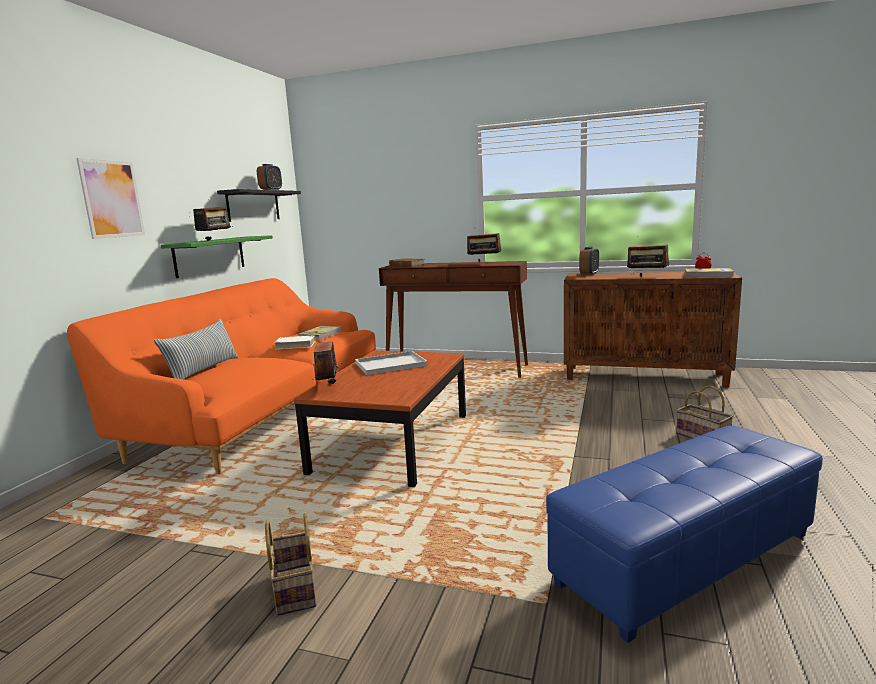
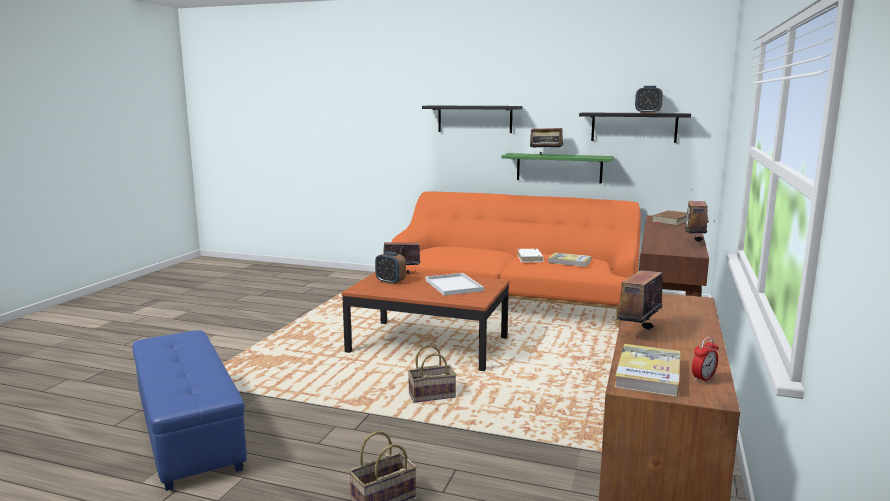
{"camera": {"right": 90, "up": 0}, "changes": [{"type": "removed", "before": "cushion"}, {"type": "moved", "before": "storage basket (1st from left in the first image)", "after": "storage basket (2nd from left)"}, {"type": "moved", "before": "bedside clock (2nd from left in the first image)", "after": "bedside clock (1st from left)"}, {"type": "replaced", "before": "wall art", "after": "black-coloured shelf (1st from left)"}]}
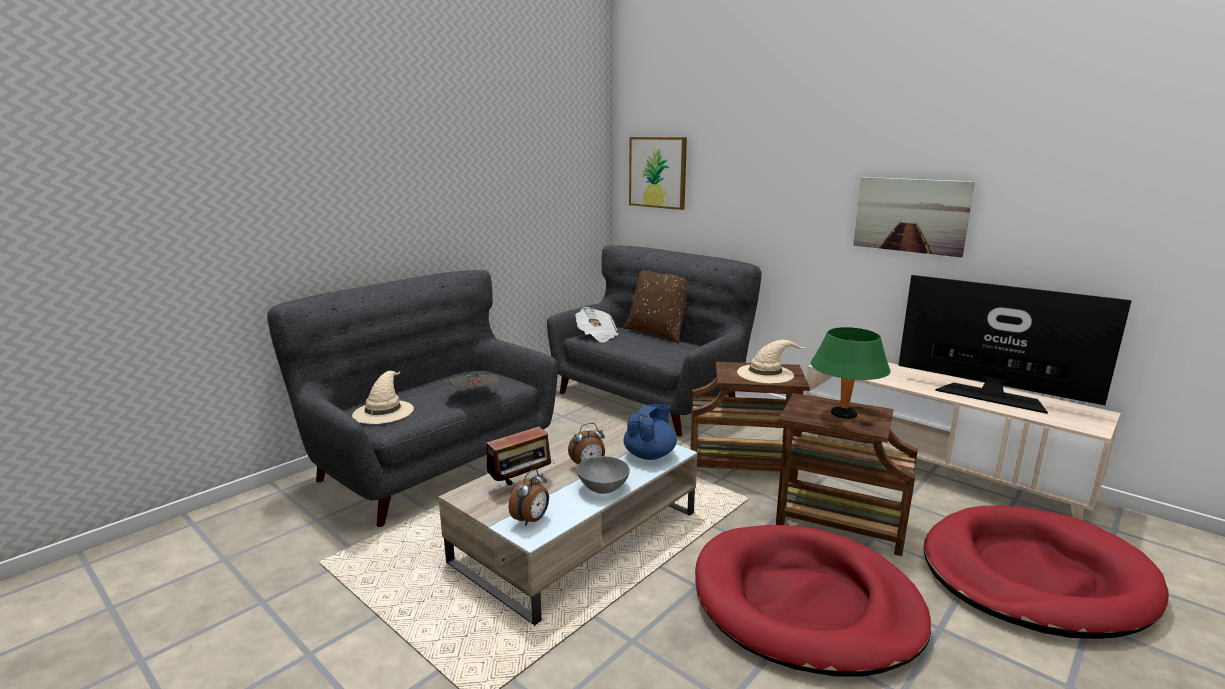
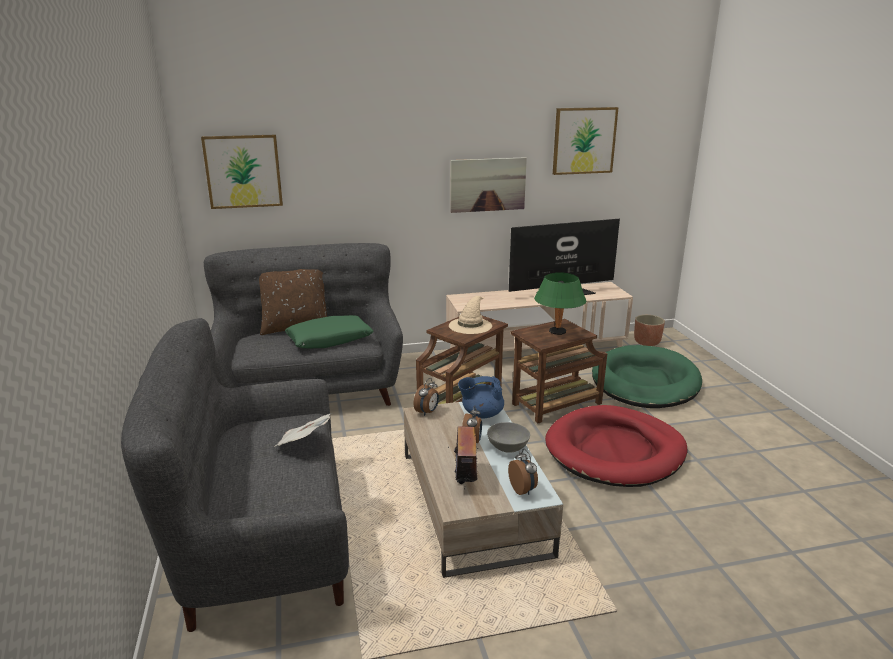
{"camera": {"right": -55, "up": 5}, "changes": [{"type": "removed", "before": "sand-coloured hat (1st from left)"}, {"type": "removed", "before": "newspaper (2nd from left)"}, {"type": "added", "after": "green cushion"}, {"type": "added", "after": "bedside clock (1st from left)"}, {"type": "added", "after": "wall art (3rd from left)"}, {"type": "added", "after": "flower pot"}, {"type": "recoloured", "before": "red-coloured dog bed (2nd from left)", "after": "green dog bed"}, {"type": "turned", "before": "blue-coloured tea pot", "turn": -75}]}
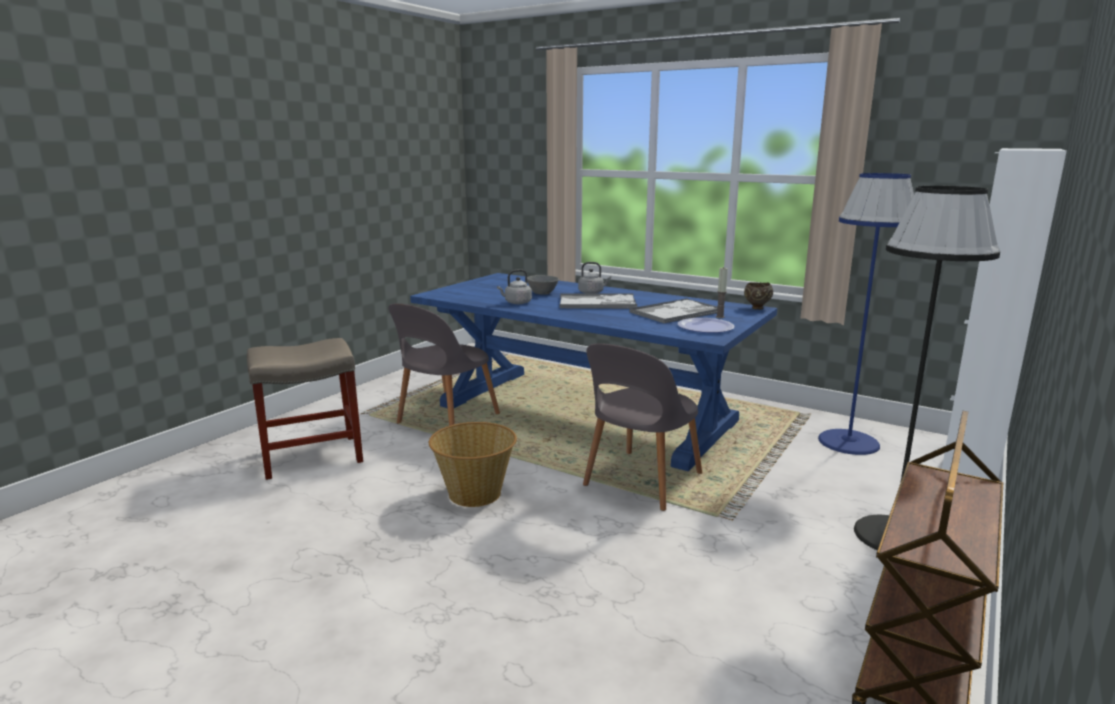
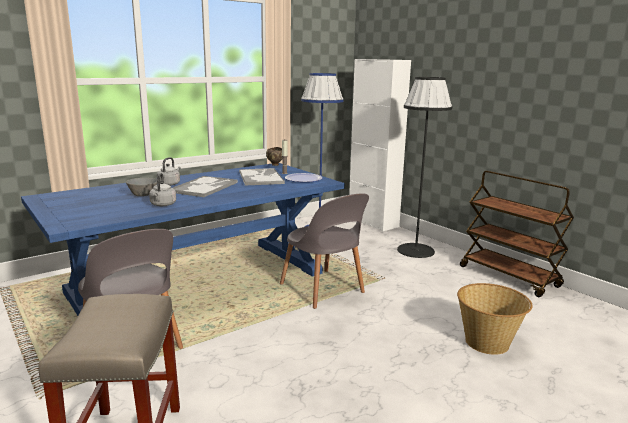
{"camera": {"right": -70, "up": 0}, "changes": [{"type": "moved", "before": "storage basket"}]}
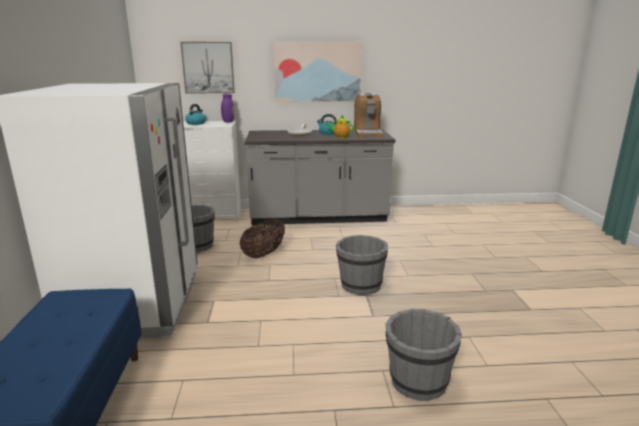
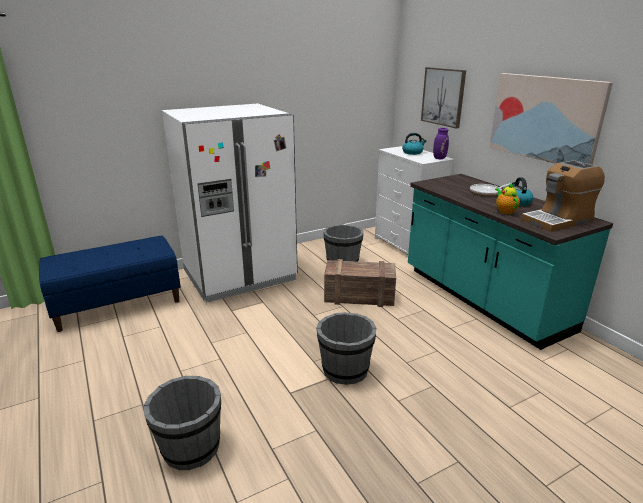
{"camera": {"right": 65, "up": 5}, "changes": [{"type": "replaced", "before": "storage basket", "after": "shipping crate"}, {"type": "recoloured", "before": "gray kitchen base unit", "after": "blue-green kitchen base unit"}]}
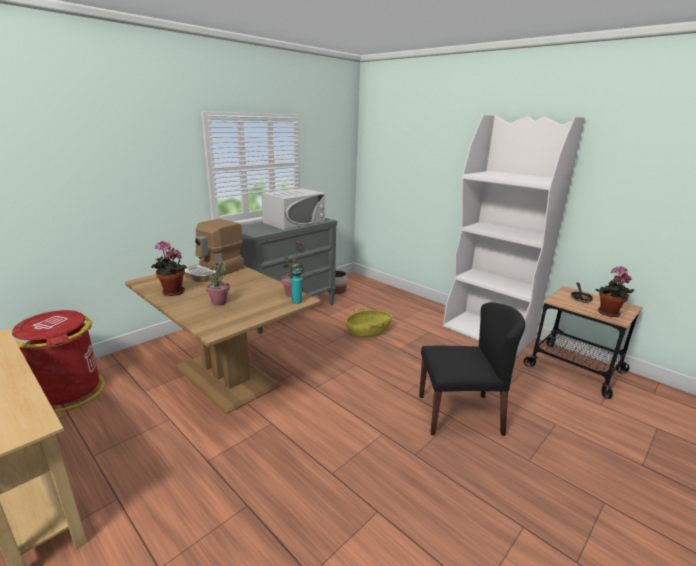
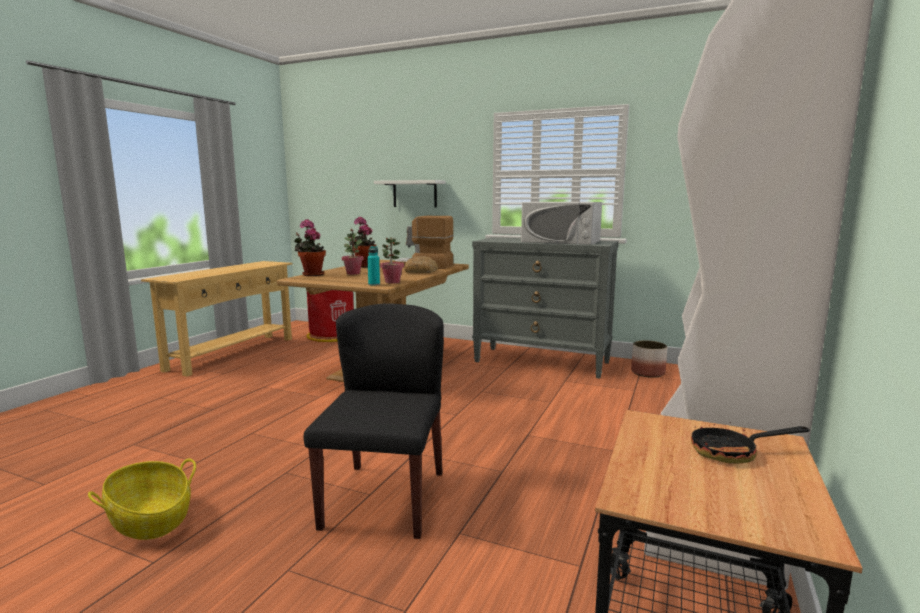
{"camera": {"right": 70, "up": -10}, "changes": [{"type": "added", "after": "white-coloured shelf"}, {"type": "added", "after": "bakery bread"}, {"type": "moved", "before": "storage basket"}, {"type": "moved", "before": "houseplant (4th from left in the first image)", "after": "houseplant (1st from left)"}, {"type": "turned", "before": "black-coloured chair", "turn": -150}]}
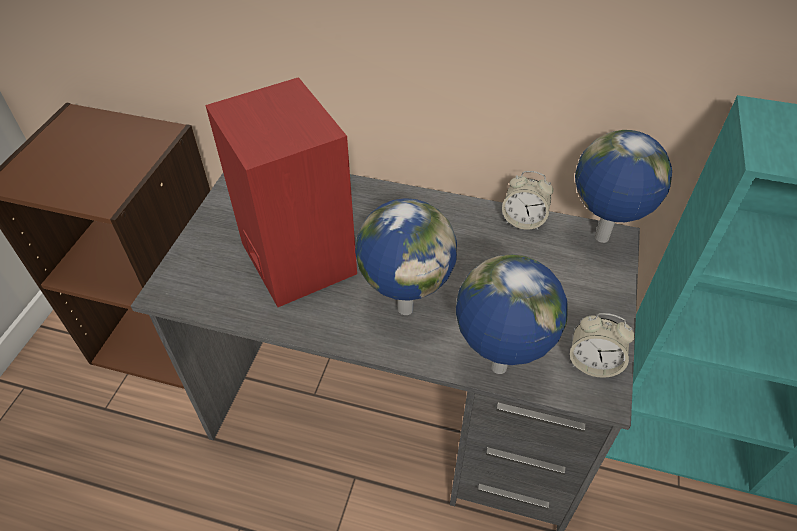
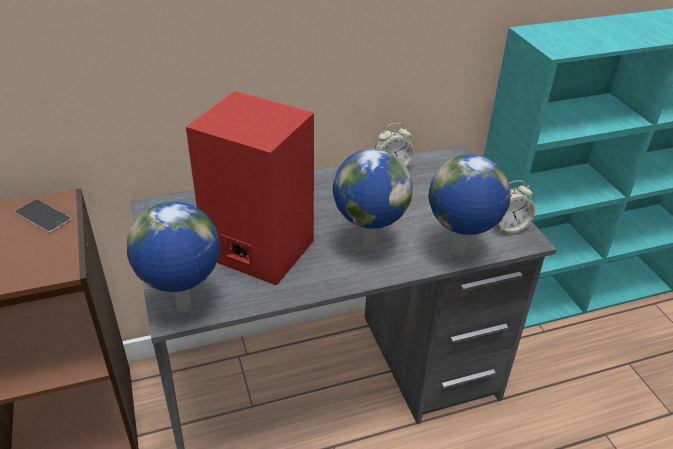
{"camera": {"right": -35, "up": -10}, "changes": [{"type": "added", "after": "handset"}, {"type": "moved", "before": "globe (3rd from left in the first image)", "after": "globe (1st from left)"}]}
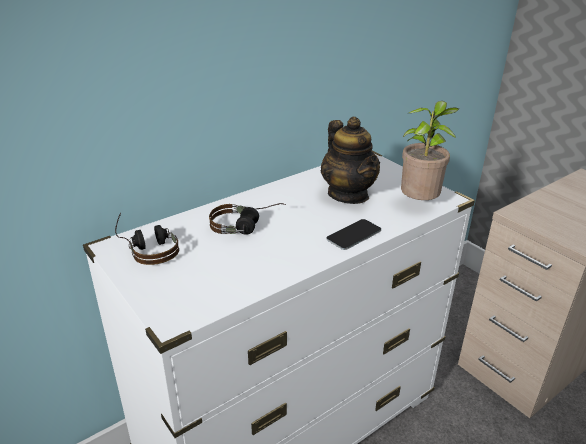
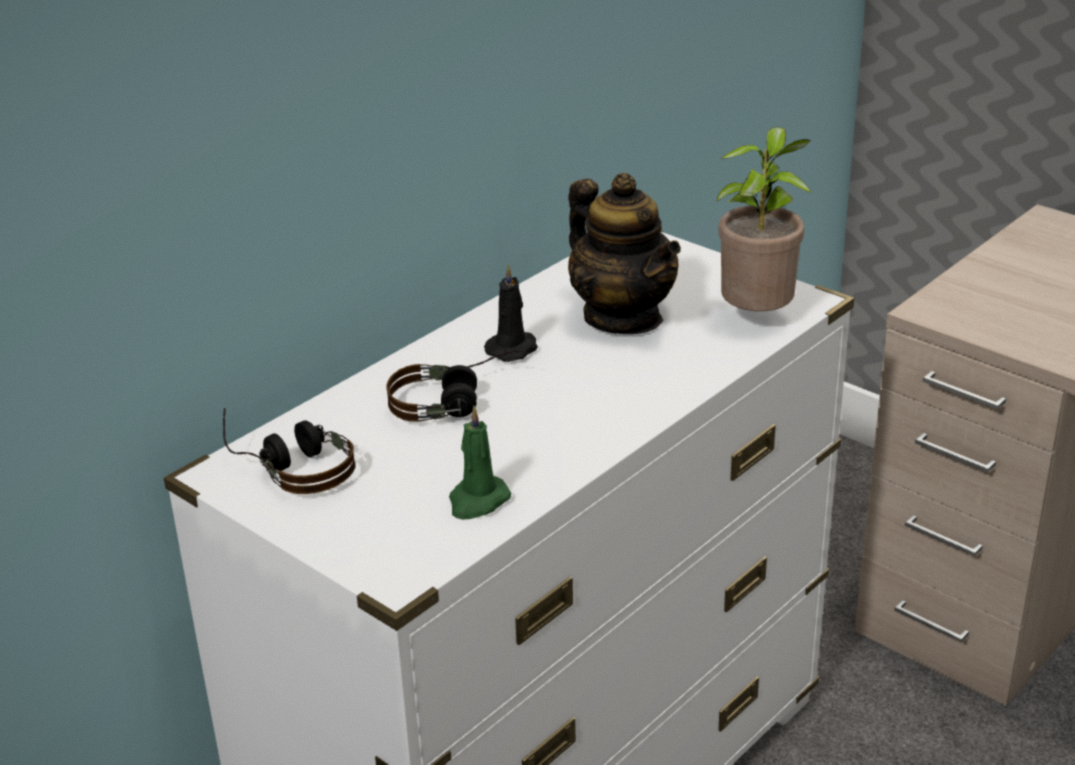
{"camera": {"right": -10, "up": 0}, "changes": [{"type": "removed", "before": "handset"}, {"type": "added", "after": "green wax light"}, {"type": "added", "after": "black-coloured wax light"}]}
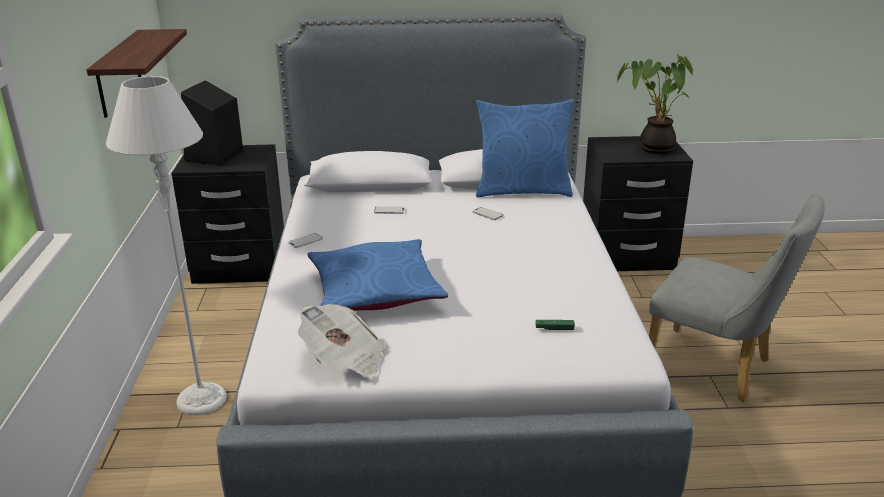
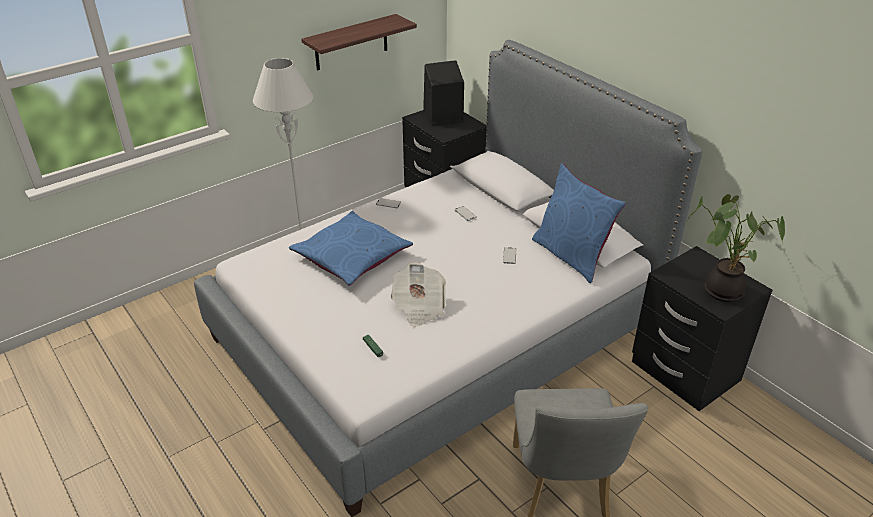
{"camera": {"right": 55, "up": 10}, "changes": [{"type": "moved", "before": "newspaper"}]}
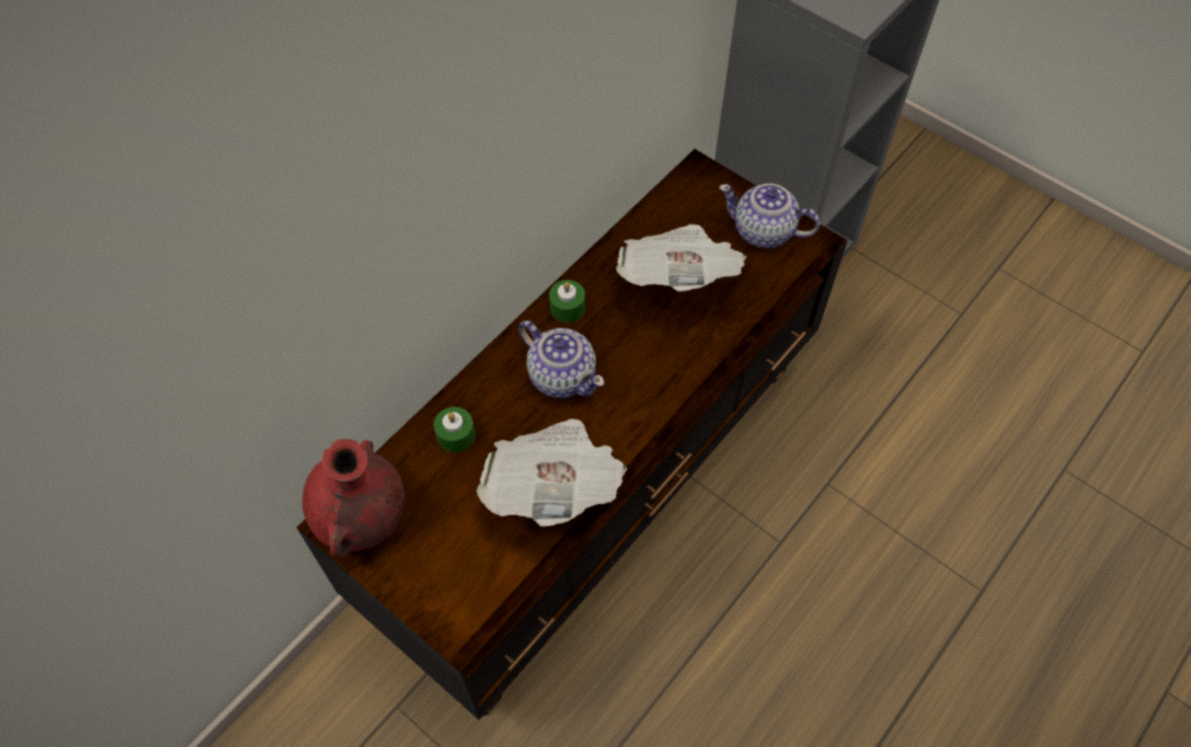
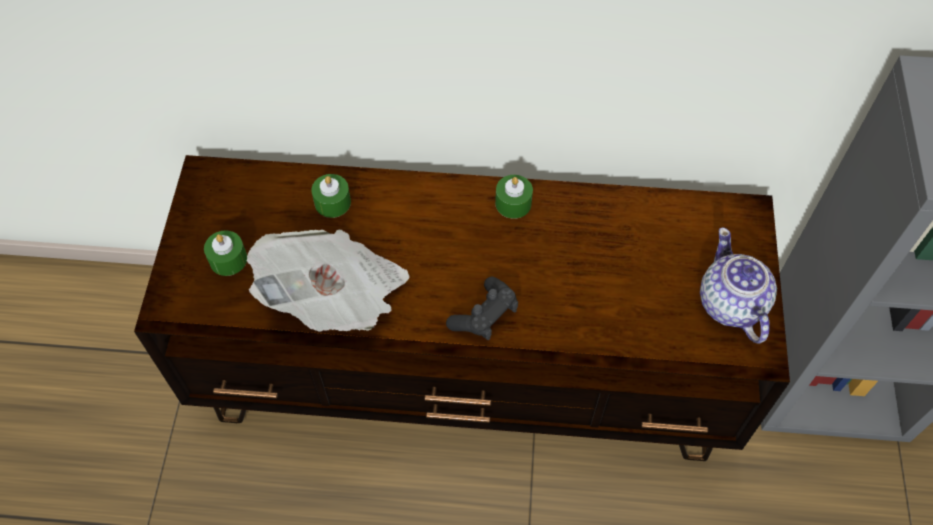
{"camera": {"right": 55, "up": 0}, "changes": [{"type": "removed", "before": "red-coloured decorative vase"}, {"type": "removed", "before": "tea pot (1st from left)"}, {"type": "removed", "before": "newspaper (2nd from left)"}, {"type": "added", "after": "green wax light (1st from left)"}, {"type": "added", "after": "black-coloured gamepad"}]}
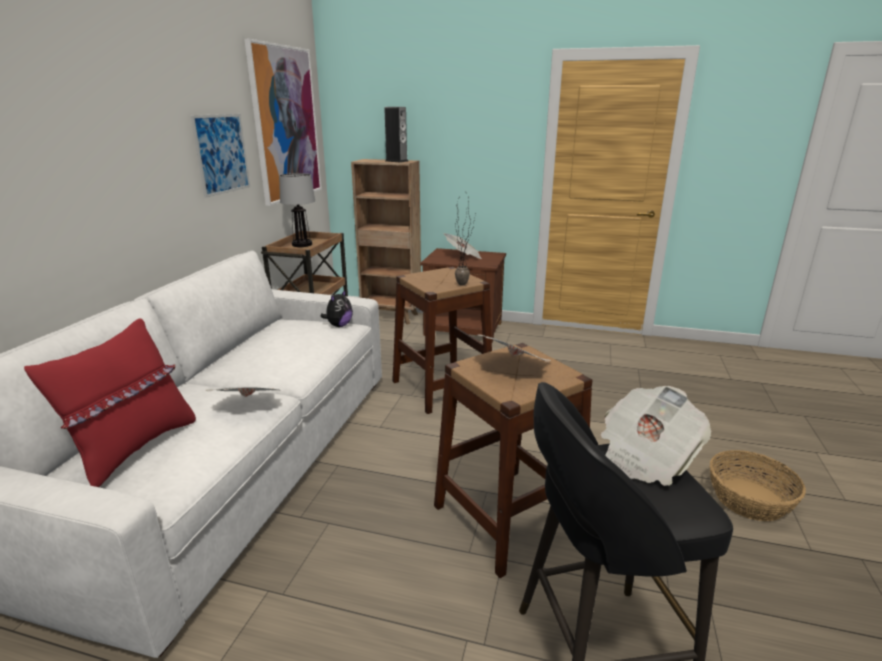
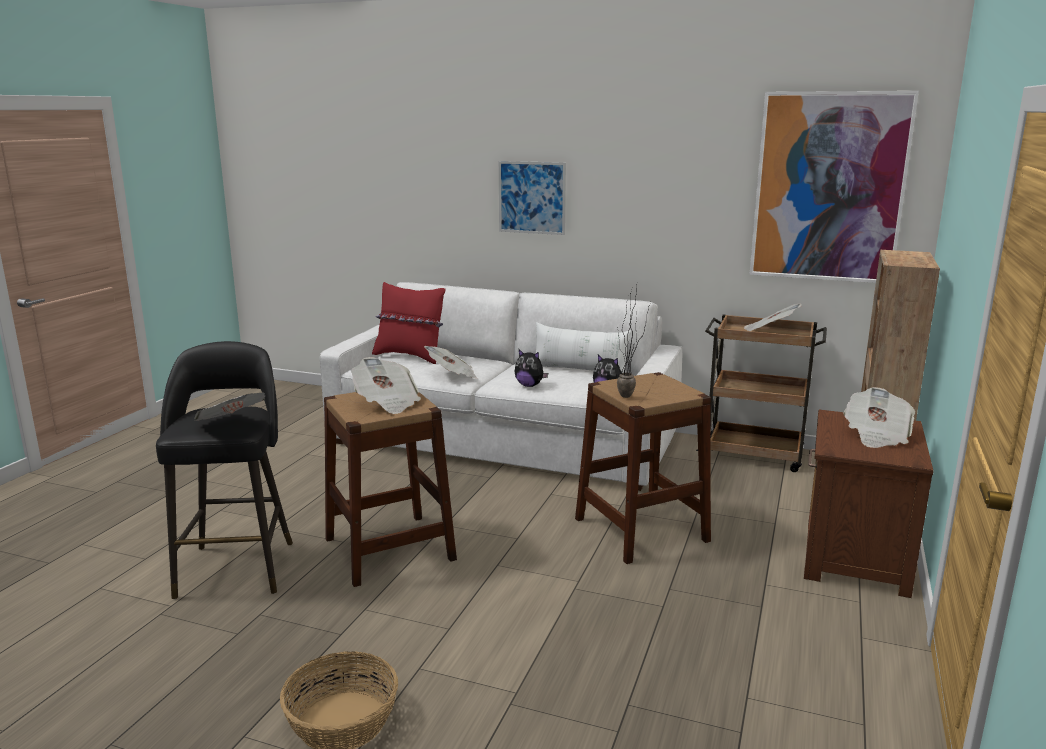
{"camera": {"right": 95, "up": -5}, "changes": [{"type": "removed", "before": "speaker"}, {"type": "added", "after": "cuddly toy (1st from left)"}, {"type": "added", "after": "white-coloured cushion"}, {"type": "moved", "before": "wall art (1st from left)"}, {"type": "replaced", "before": "tabletop lamp", "after": "newspaper (4th from left)"}]}
